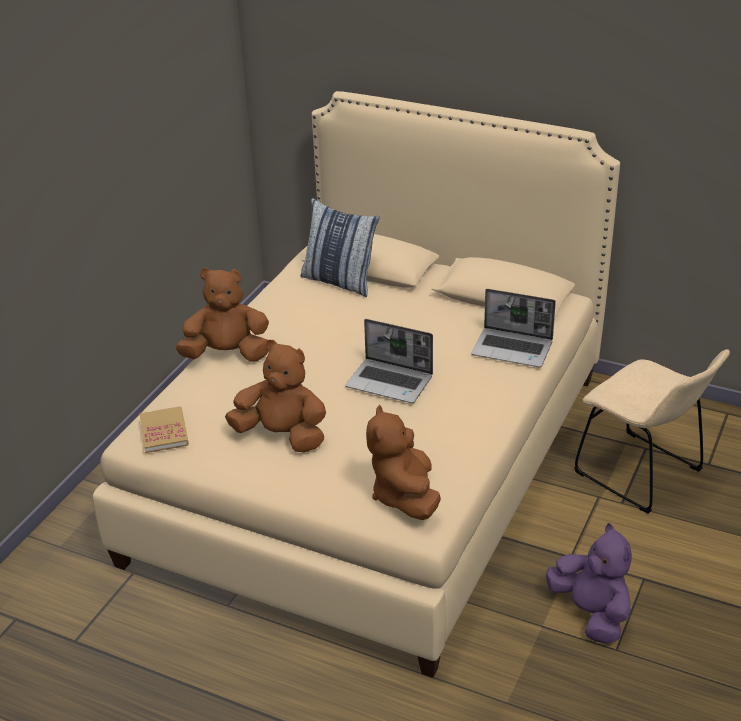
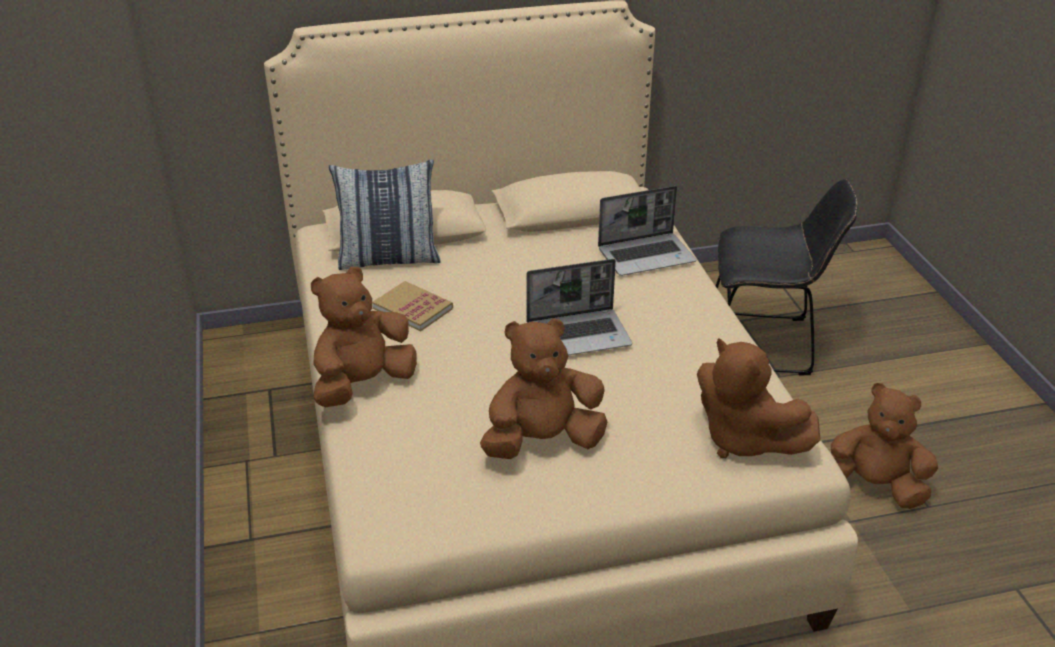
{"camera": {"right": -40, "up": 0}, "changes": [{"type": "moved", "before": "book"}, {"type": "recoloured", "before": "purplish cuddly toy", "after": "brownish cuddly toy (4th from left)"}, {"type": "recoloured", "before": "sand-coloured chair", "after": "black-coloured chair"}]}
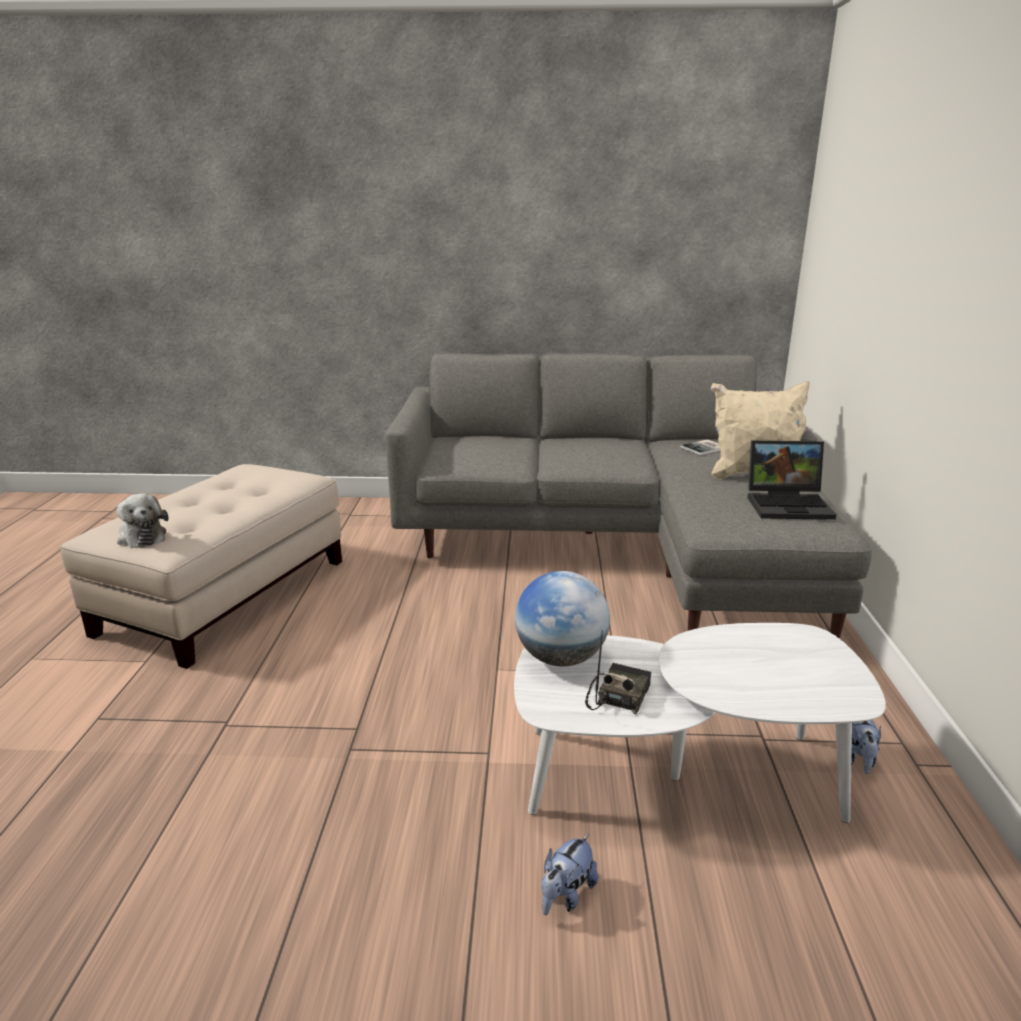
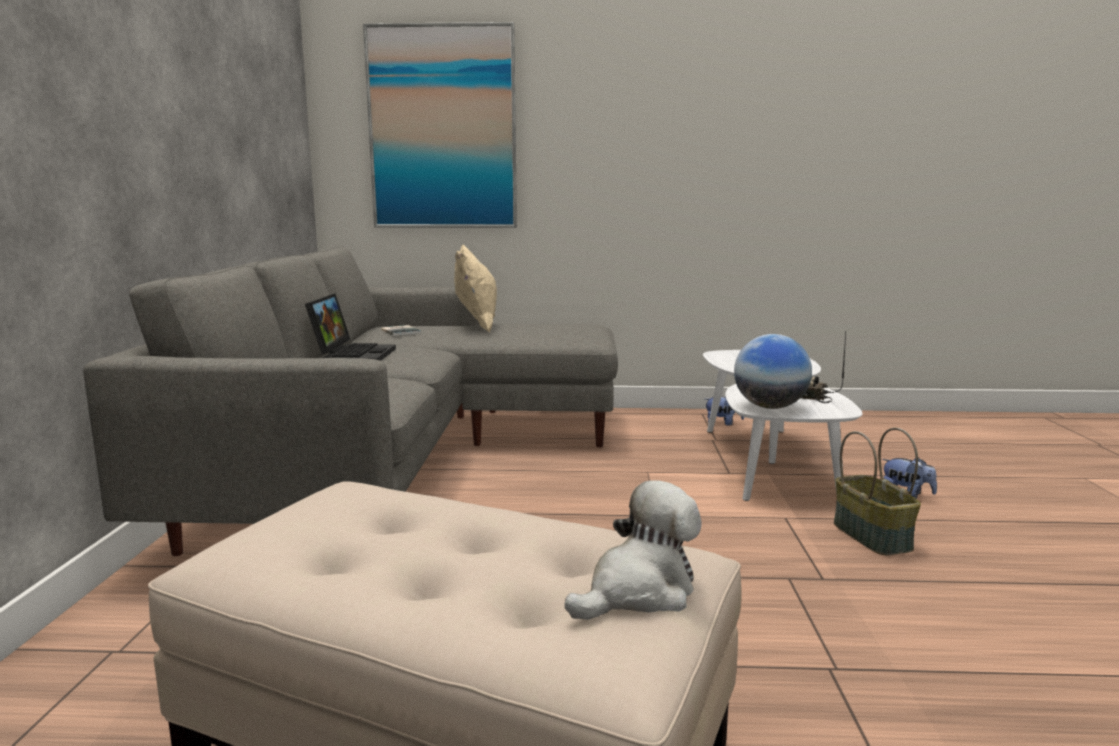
{"camera": {"right": -90, "up": -10}, "changes": [{"type": "added", "after": "wall art"}, {"type": "added", "after": "storage basket"}, {"type": "moved", "before": "portable computer"}]}
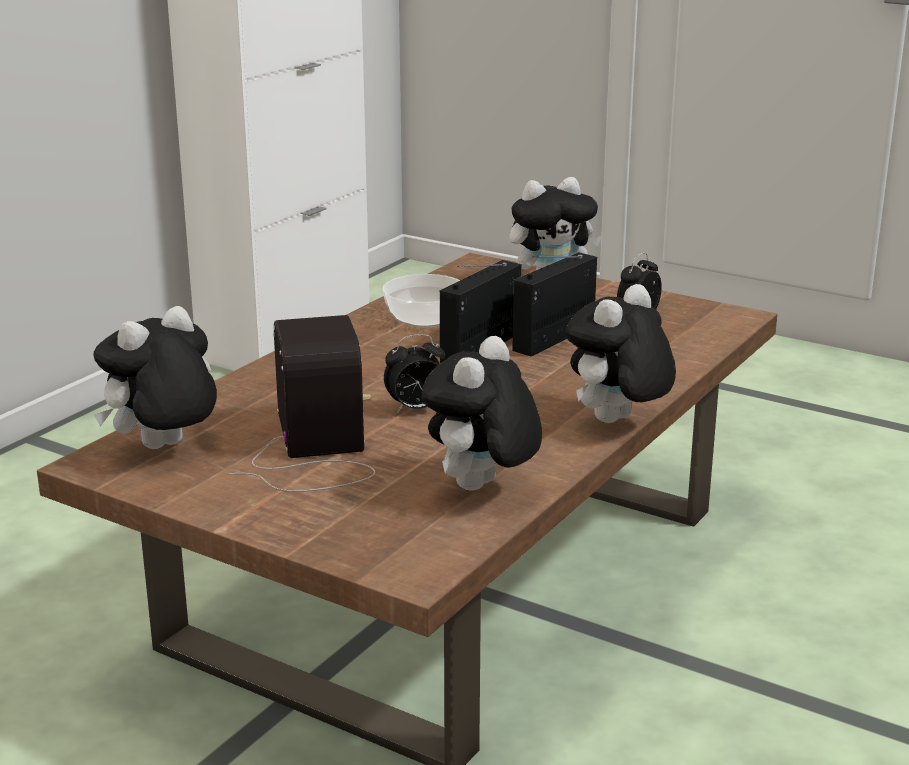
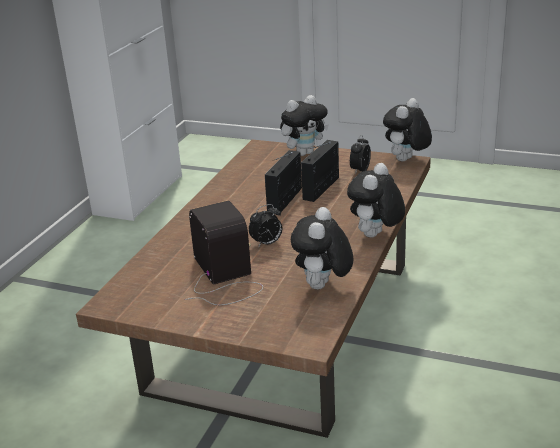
{"camera": {"right": -10, "up": 5}, "changes": [{"type": "removed", "before": "bowl"}, {"type": "moved", "before": "cuddly toy (1st from left in the first image)", "after": "cuddly toy (4th from left)"}]}
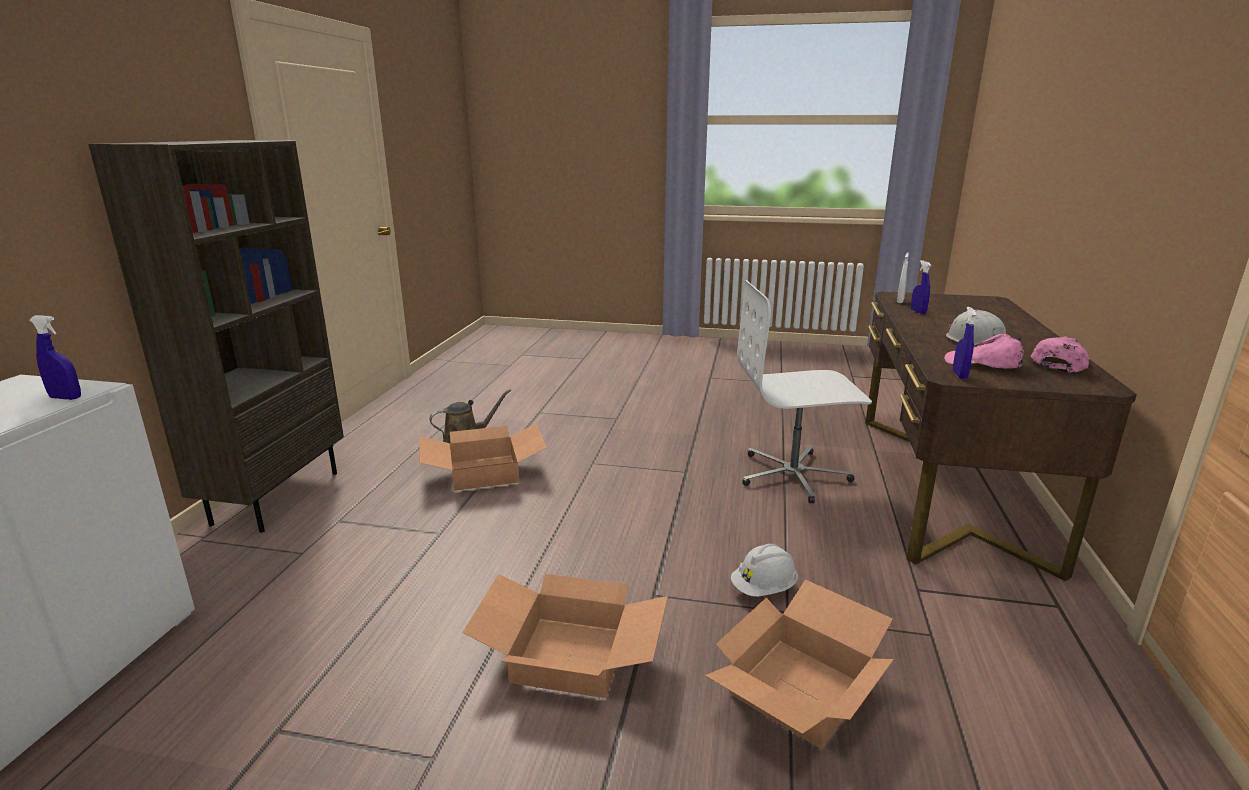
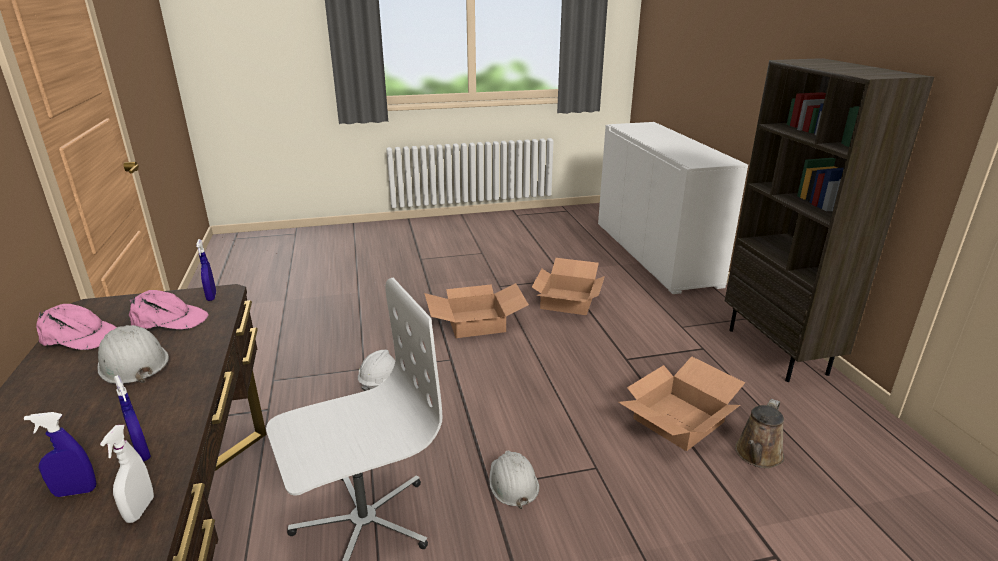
{"camera": {"right": 155, "up": 5}, "changes": [{"type": "added", "after": "white-coloured hard hat (3rd from left)"}, {"type": "moved", "before": "blue-coloured spray bottle (1st from left)"}, {"type": "moved", "before": "cardboard box (3rd from left in the first image)", "after": "cardboard box (2nd from left)"}, {"type": "turned", "before": "pink cap (2nd from left in the first image)", "turn": -90}]}
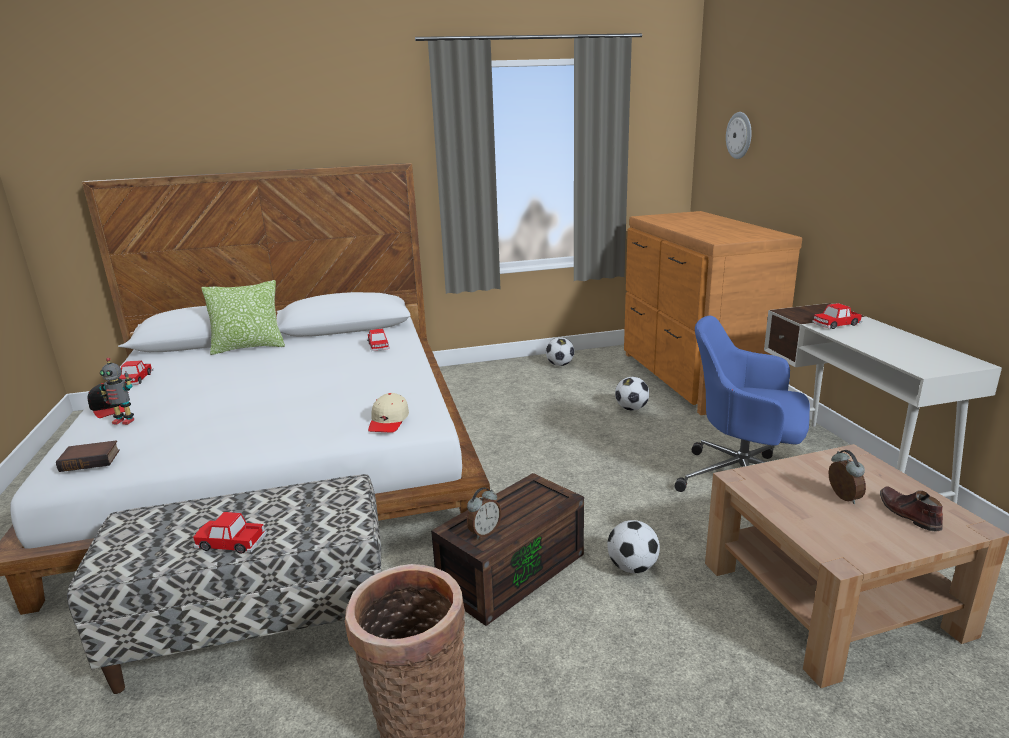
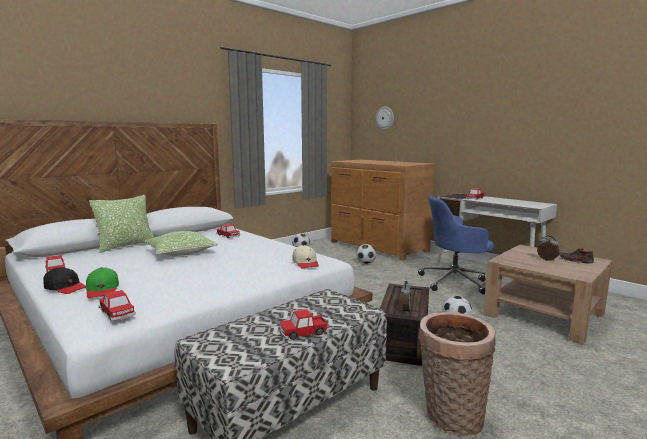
{"camera": {"right": -30, "up": -10}, "changes": [{"type": "added", "after": "cushion (2nd from left)"}, {"type": "replaced", "before": "book", "after": "model car (2nd from left)"}, {"type": "replaced", "before": "toy robot", "after": "green cap"}]}
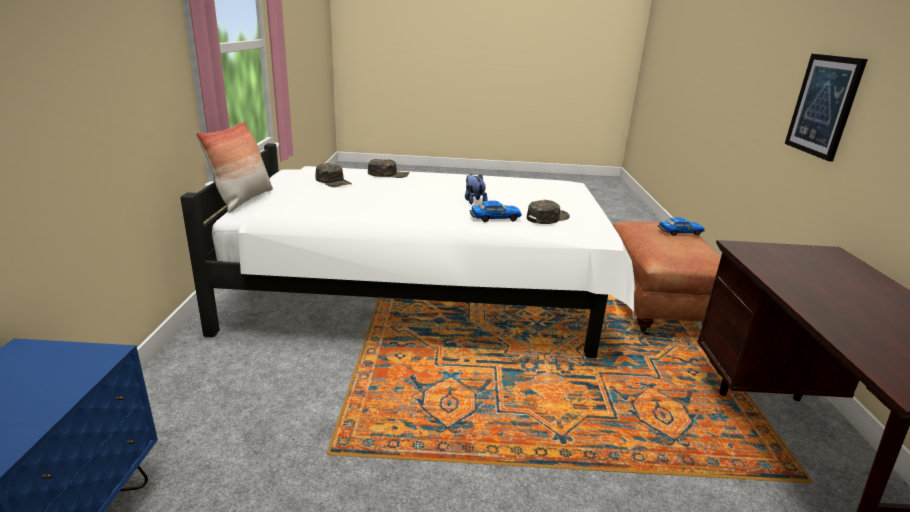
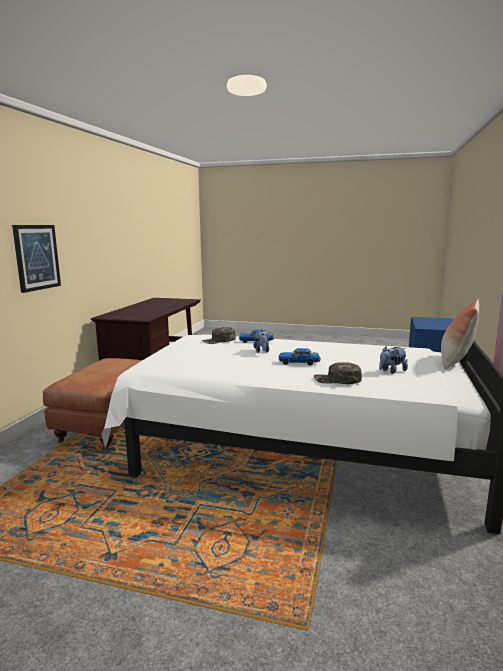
{"camera": {"right": -165, "up": -10}, "changes": [{"type": "moved", "before": "model car (2nd from left)"}, {"type": "replaced", "before": "green cap (1st from left)", "after": "cuddly toy (2nd from left)"}]}
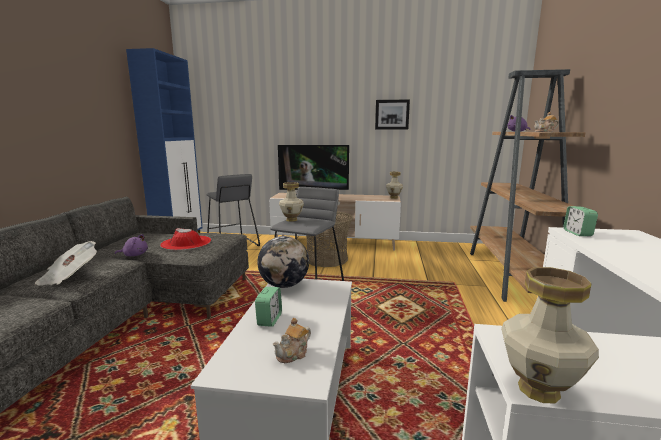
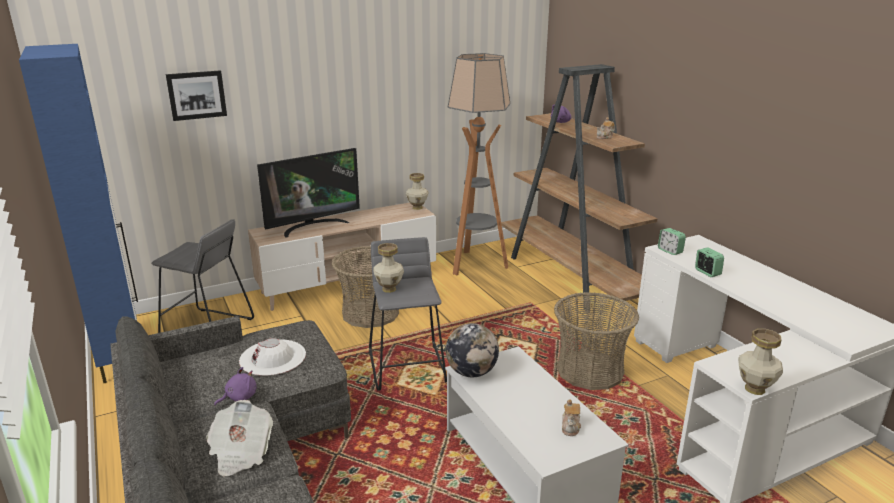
{"camera": {"right": -35, "up": 10}, "changes": [{"type": "added", "after": "standing lamp"}, {"type": "added", "after": "storage basket (2nd from left)"}, {"type": "moved", "before": "bedside clock (1st from left in the first image)", "after": "bedside clock (2nd from left)"}, {"type": "moved", "before": "wall art"}, {"type": "recoloured", "before": "red-coloured hat", "after": "white-coloured hat"}]}
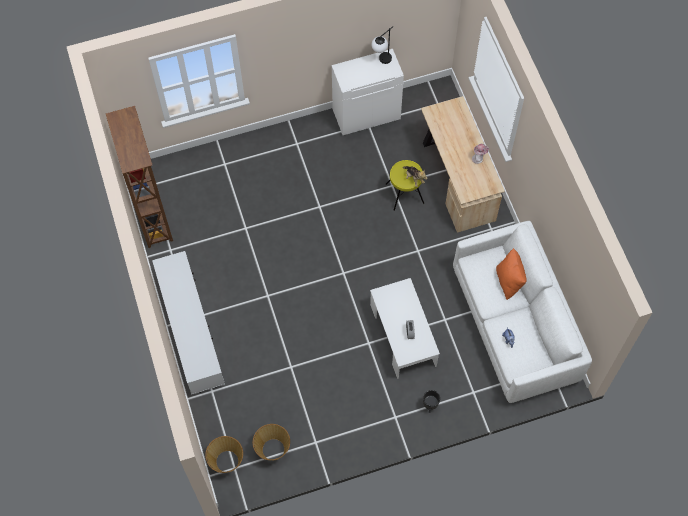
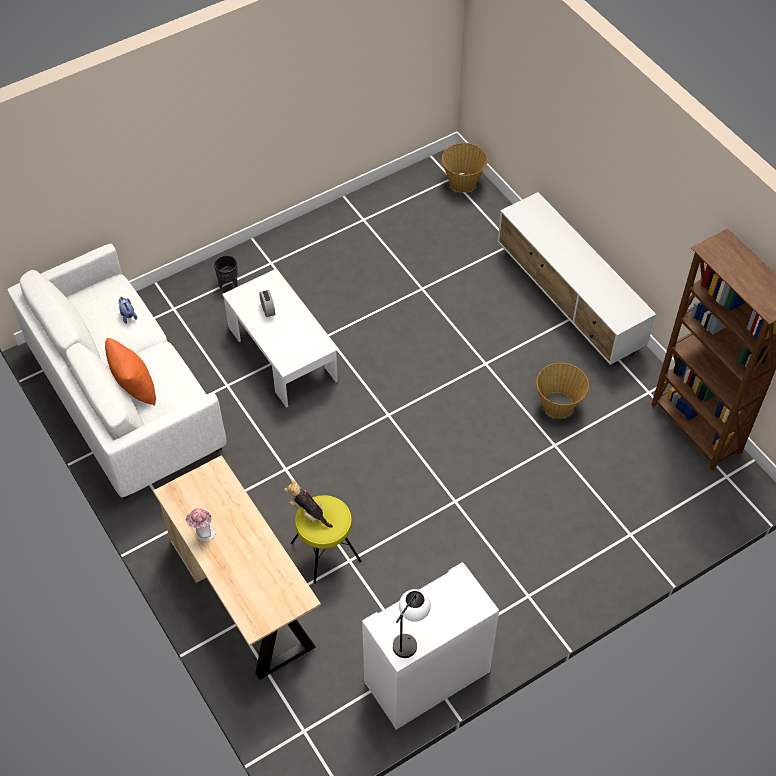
{"camera": {"right": 165, "up": -10}, "changes": [{"type": "moved", "before": "storage basket (2nd from left)"}]}
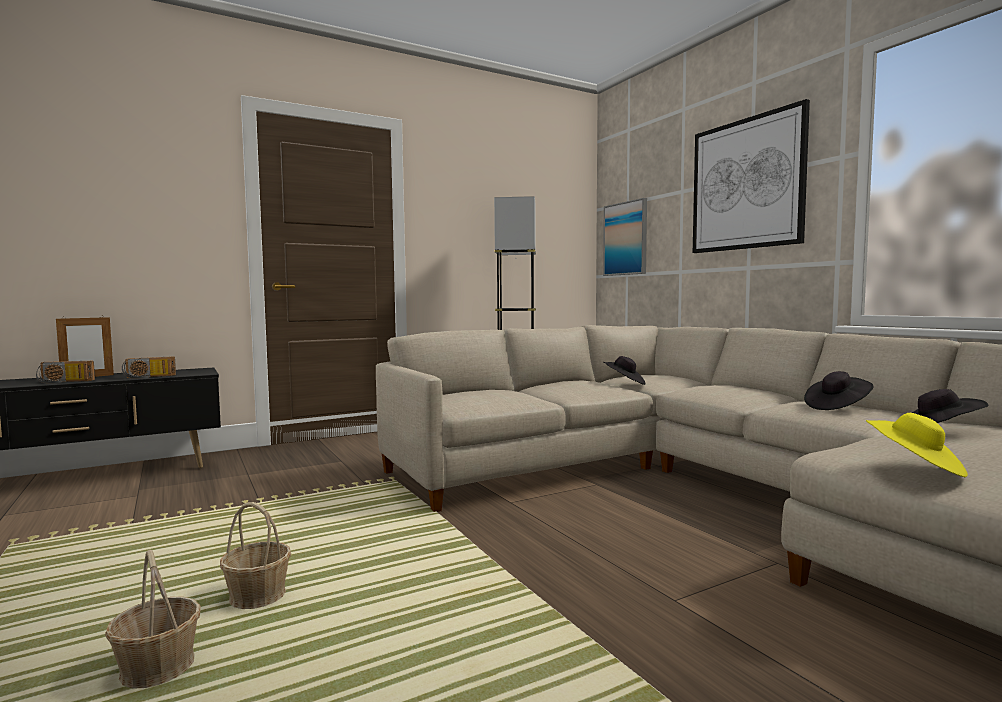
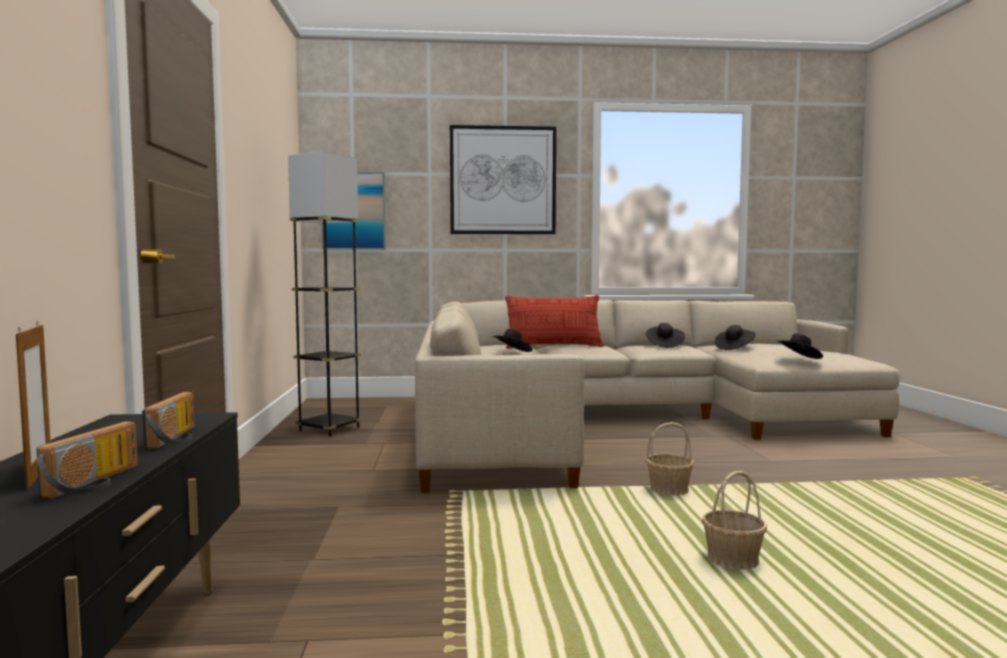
{"camera": {"right": -65, "up": 0}, "changes": [{"type": "added", "after": "cushion"}, {"type": "moved", "before": "storage basket (1st from left)"}, {"type": "recoloured", "before": "yellow-coloured hat", "after": "black-coloured hat (4th from left)"}]}
